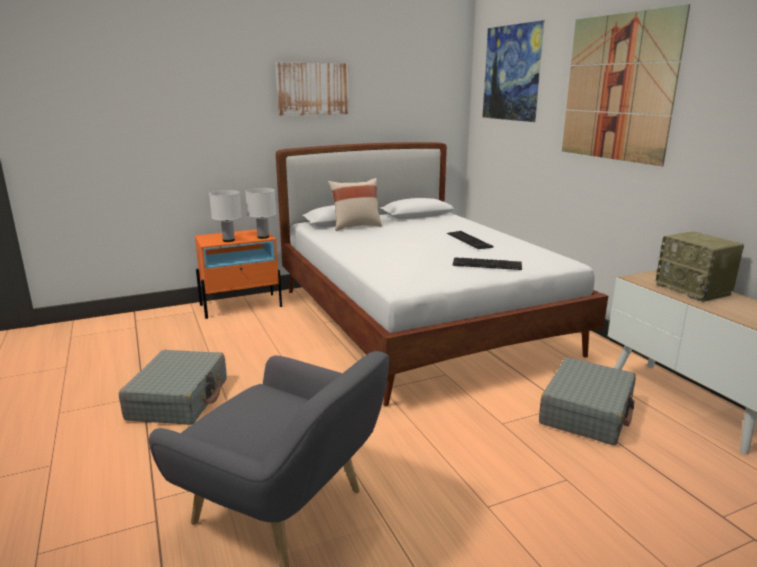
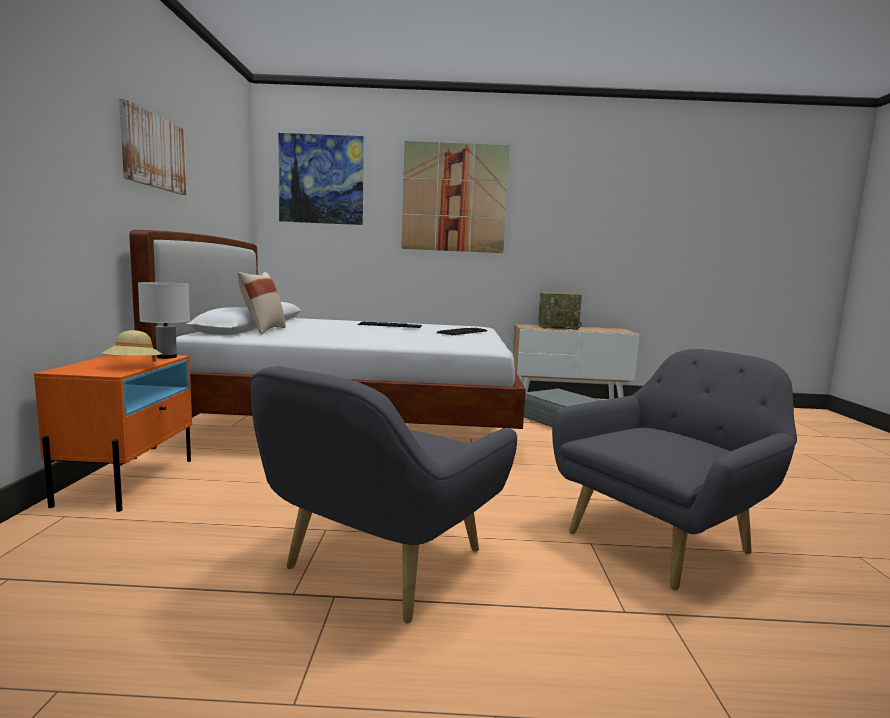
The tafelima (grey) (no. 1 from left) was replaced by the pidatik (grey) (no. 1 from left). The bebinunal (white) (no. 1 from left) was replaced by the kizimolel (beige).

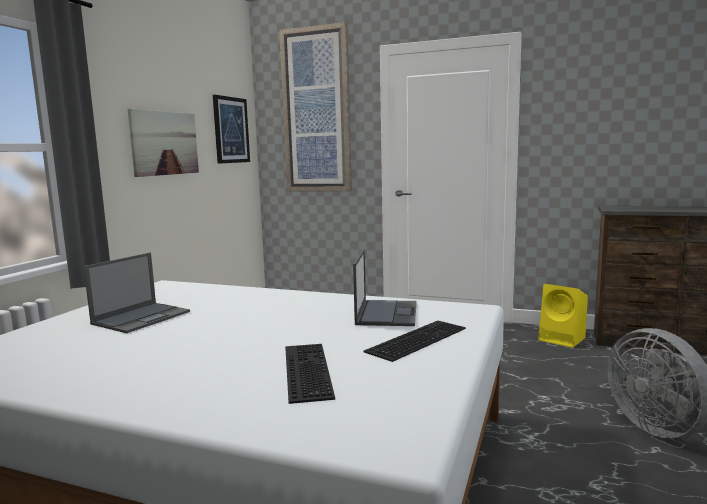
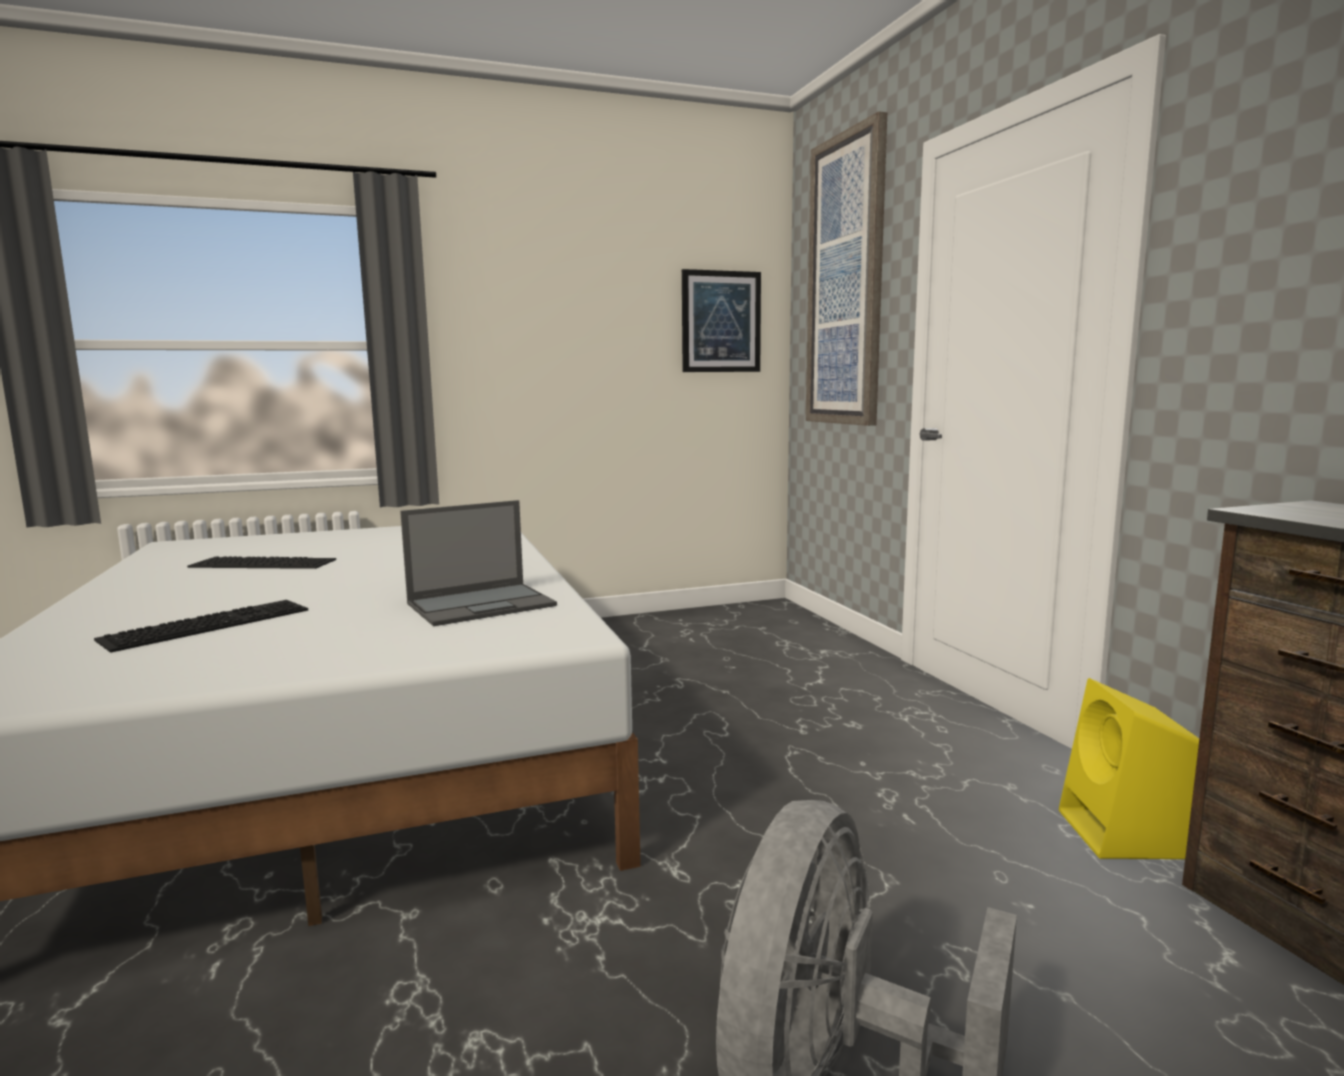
The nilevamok (no. 1 from left) disappeared. The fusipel (no. 1 from left) disappeared. The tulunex (no. 2 from left) moved.

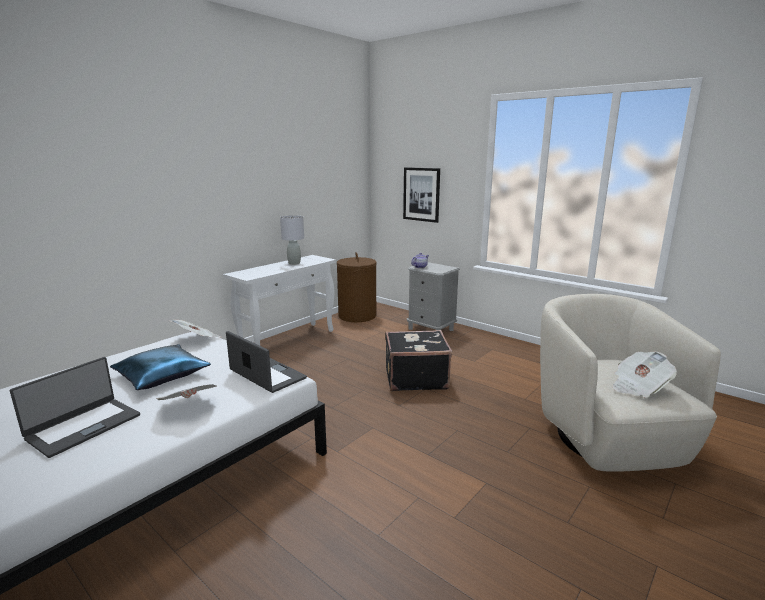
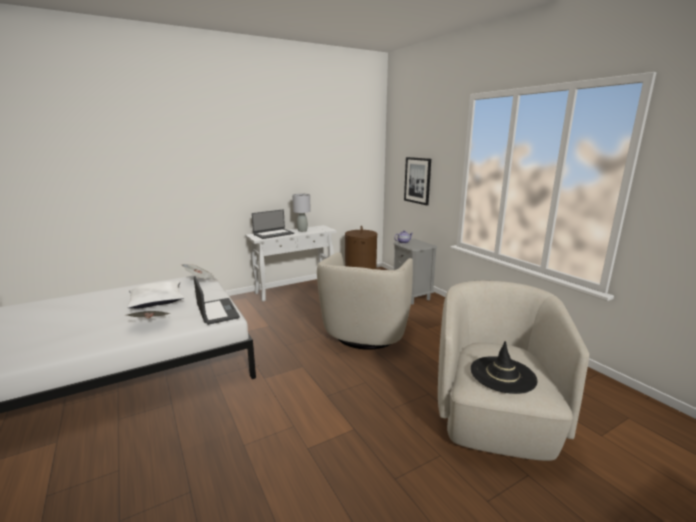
The nilevamok (no. 1 from left in the first image) moved. The tafelima (black) was replaced by the pidatik (beige) (no. 1 from left). The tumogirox (no. 3 from left) was replaced by the kizimolel (black). The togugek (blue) became the togugek (white).

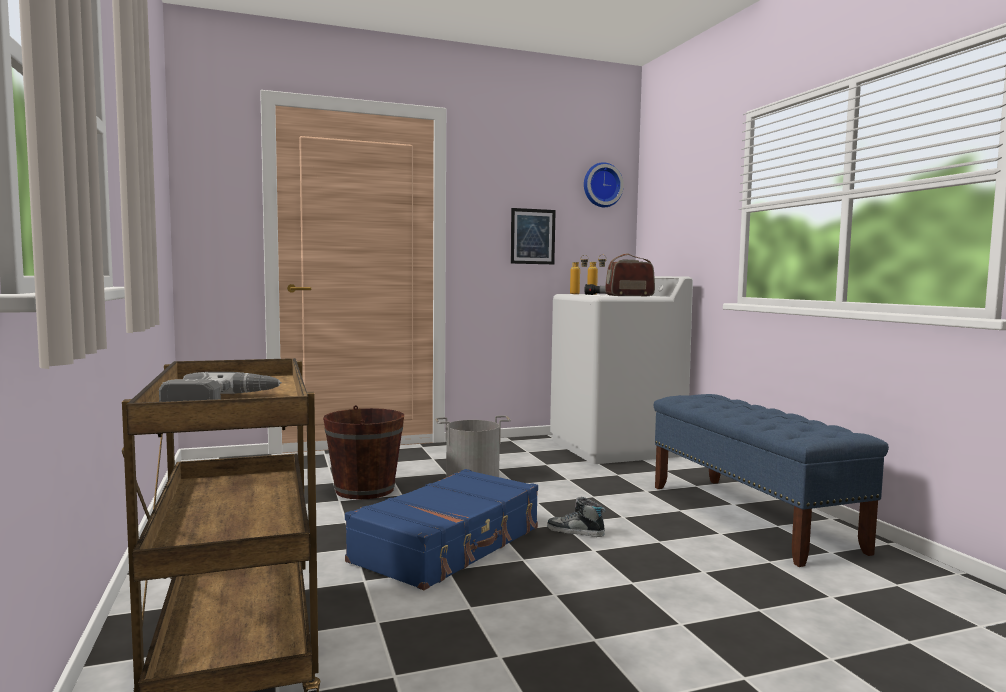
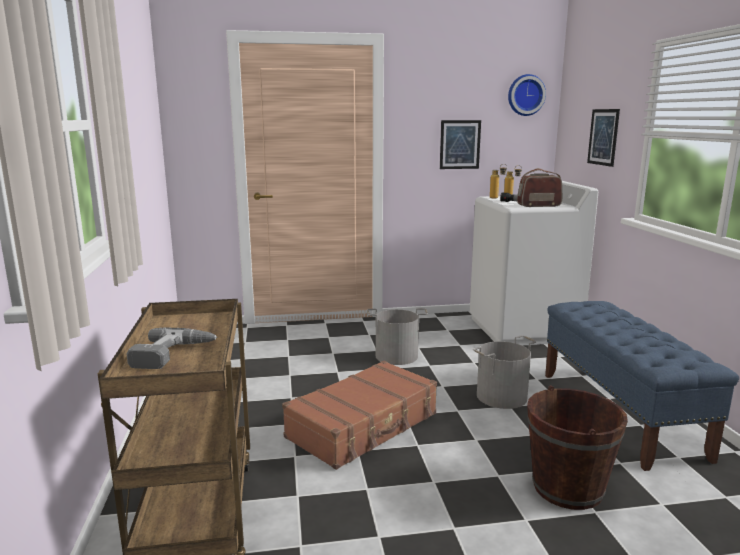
The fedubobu disappeared. The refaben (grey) (no. 2 from left) appeared. The fusipel (no. 2 from left) appeared. The refaben (brown) moved. The tafelima (blue) became the tafelima (brown).

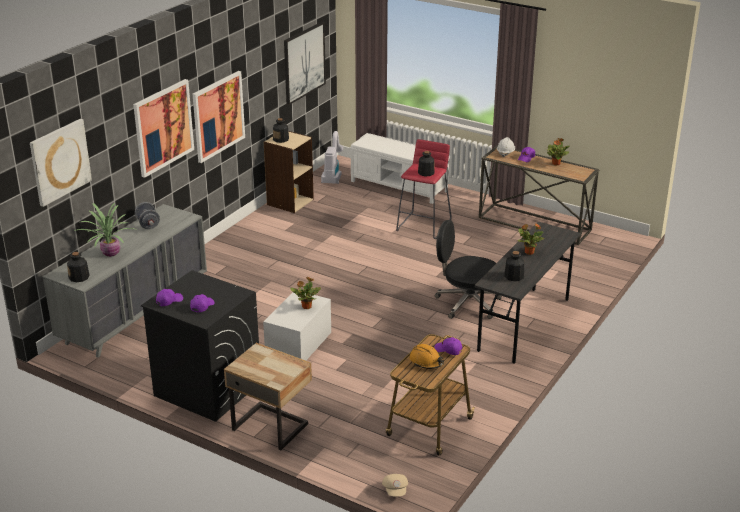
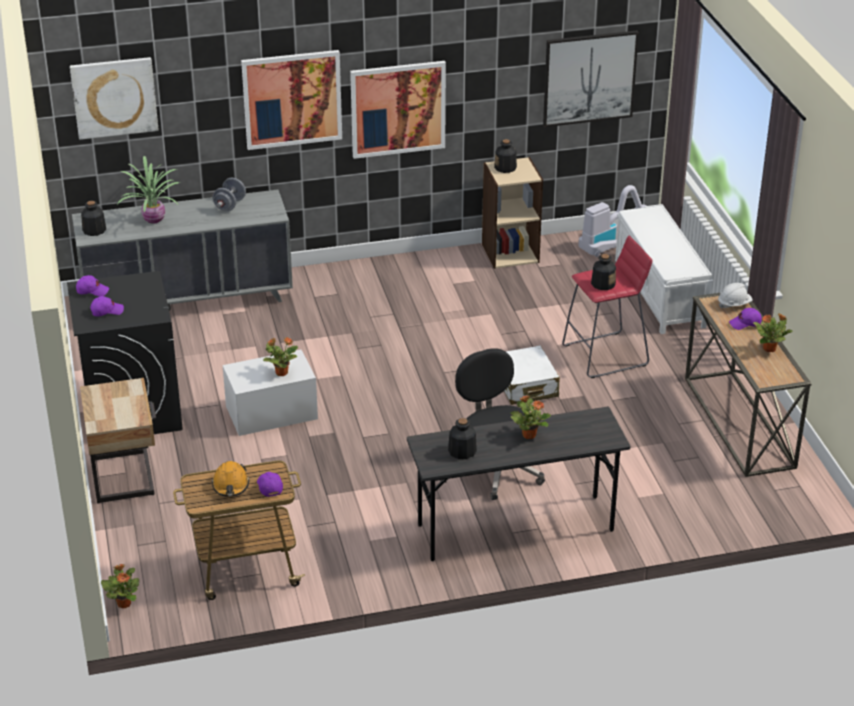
The tafelima (white) appeared. The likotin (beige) was replaced by the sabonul (no. 1 from left).

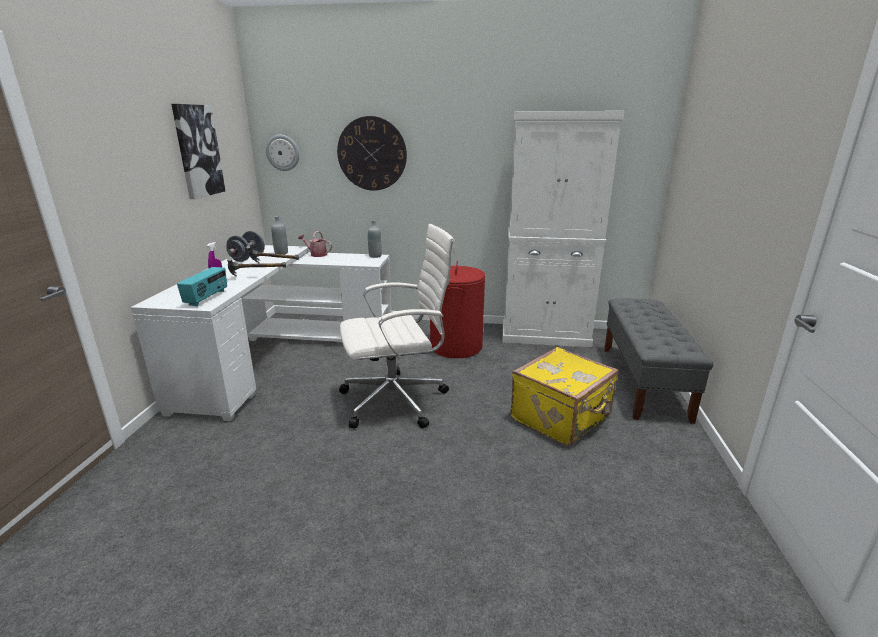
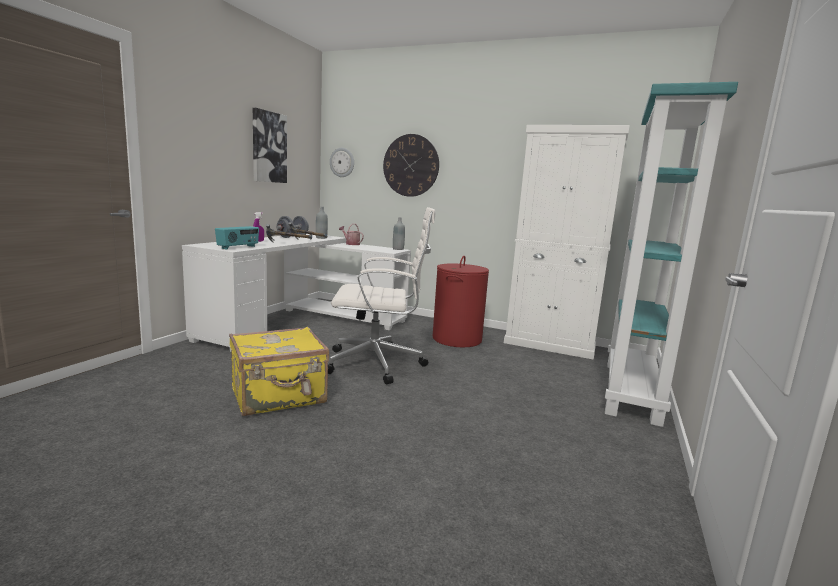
The tafelima (yellow) moved. The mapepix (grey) was replaced by the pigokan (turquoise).

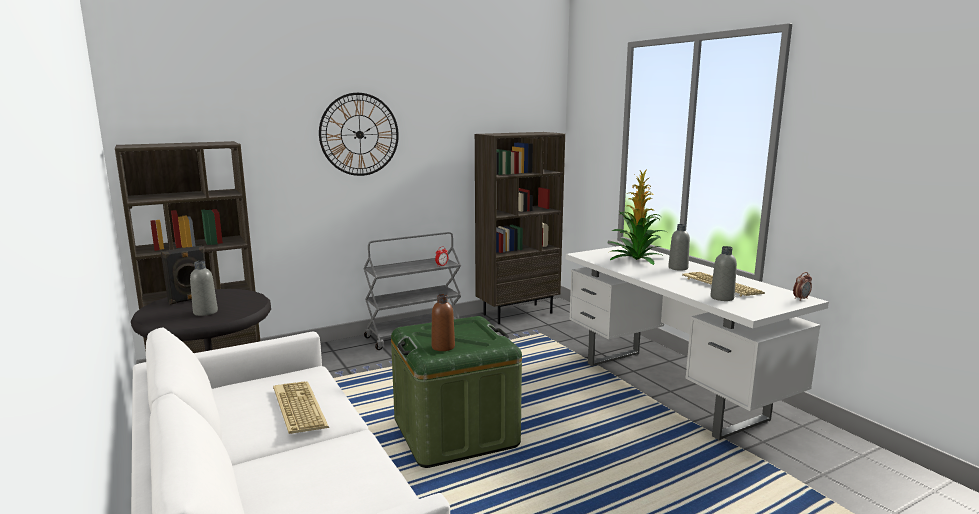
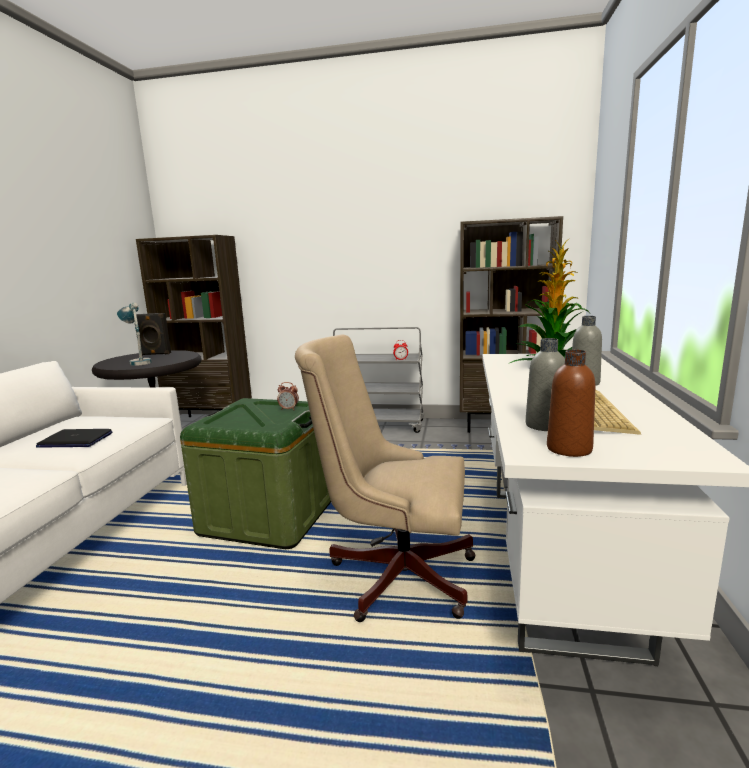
The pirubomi disappeared. The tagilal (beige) appeared. The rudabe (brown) moved. The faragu (no. 2 from left in the first image) moved. The rudabe (grey) (no. 1 from left) was replaced by the bebinunal. The tulunex (no. 1 from left) was replaced by the nilevamok.

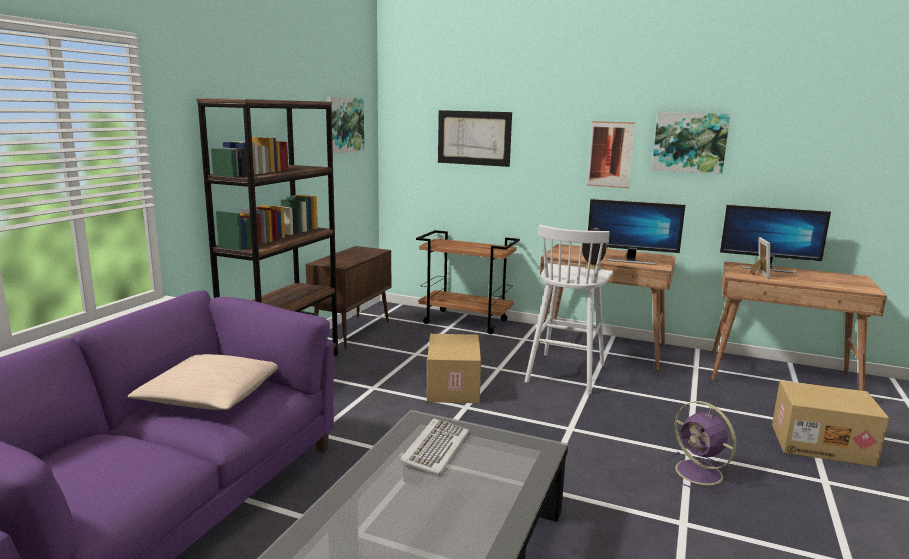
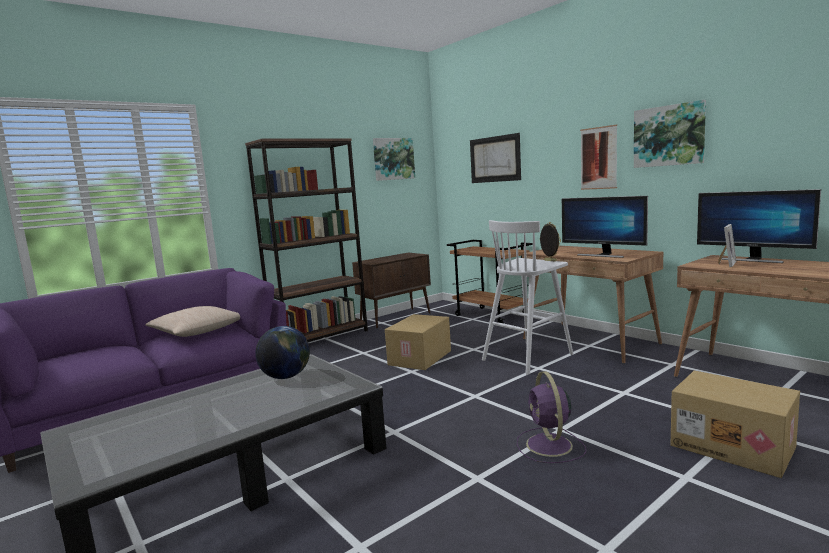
The tulunex was replaced by the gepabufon.

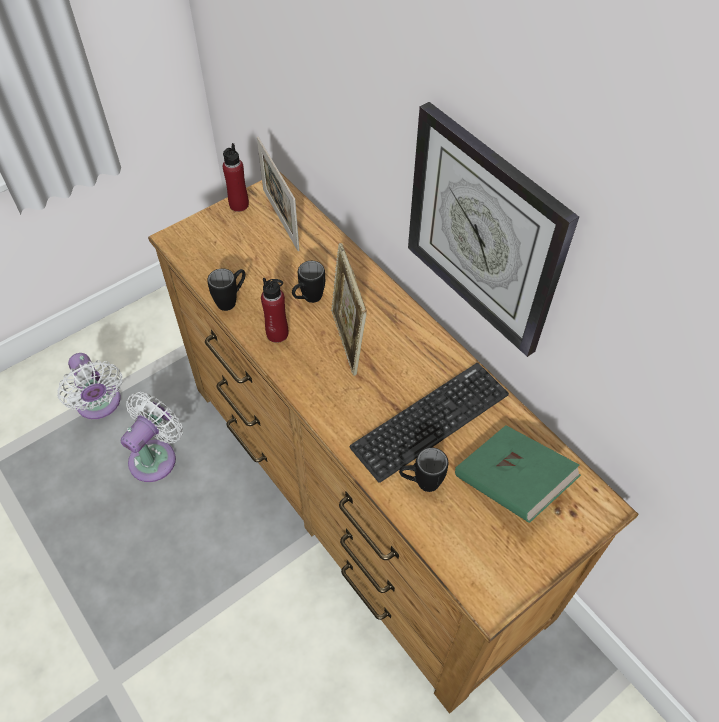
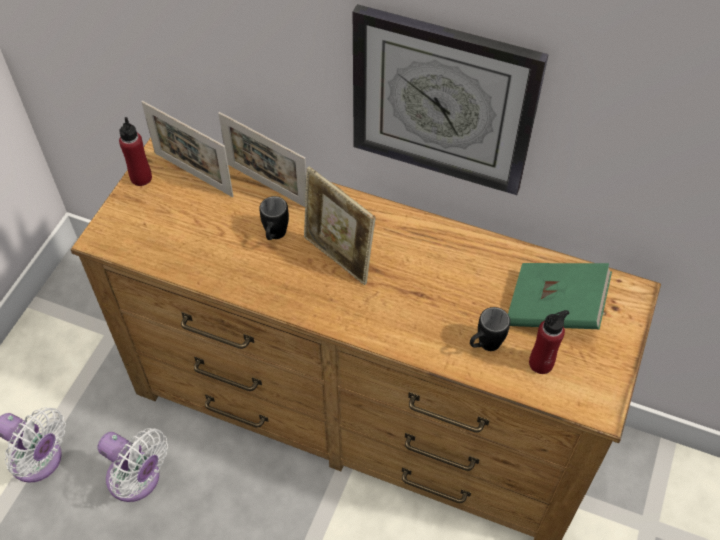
The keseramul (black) (no. 1 from left) disappeared. The tulunex disappeared. The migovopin (no. 2 from left) appeared. The rudabe (red) (no. 2 from left) moved. The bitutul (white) (no. 2 from left) turned 120 degrees clockwise.

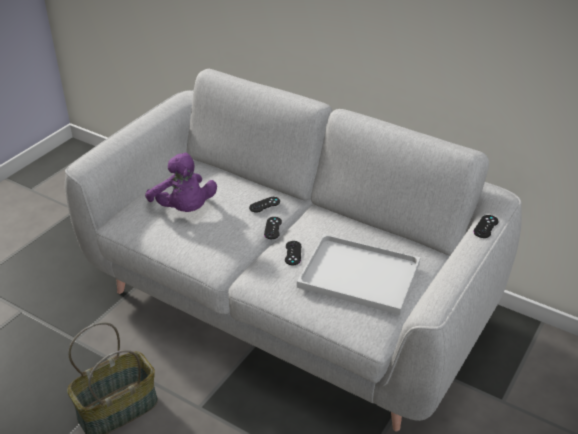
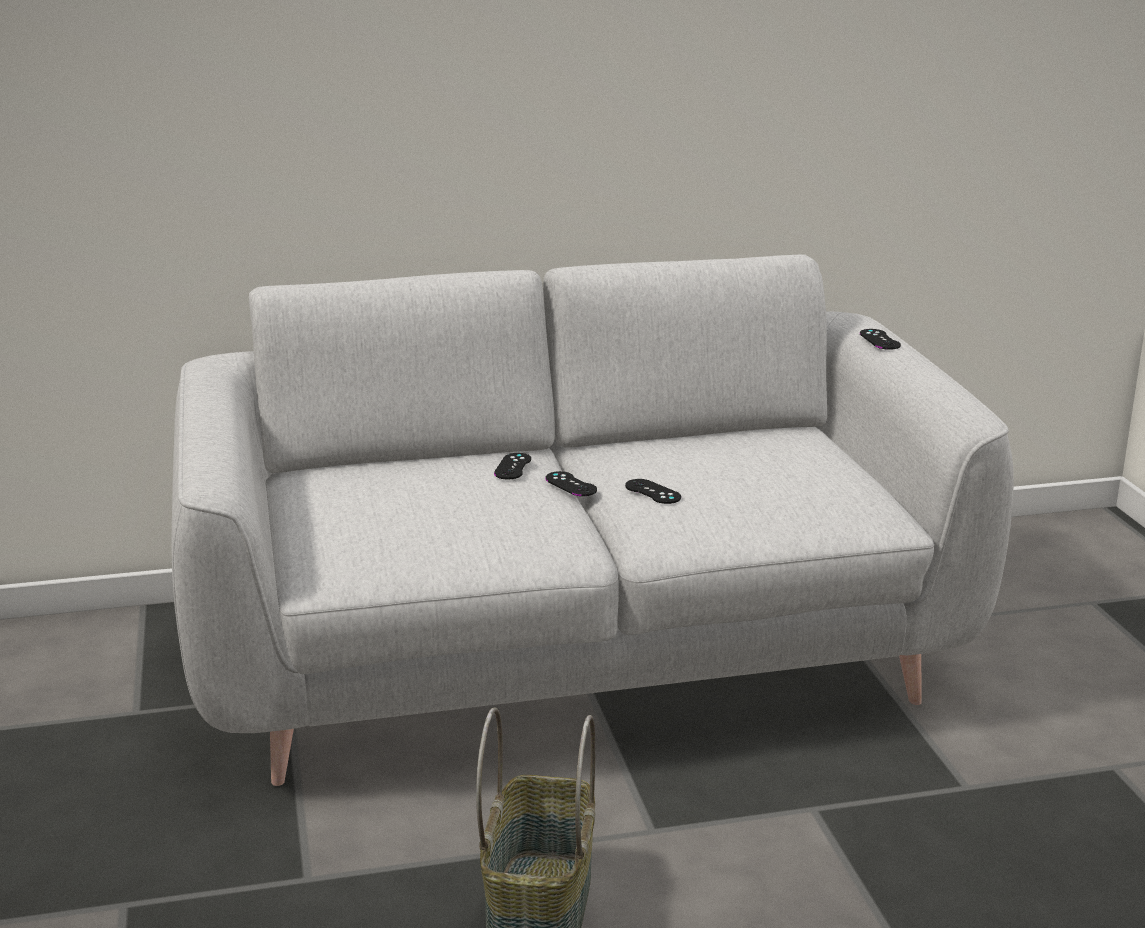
The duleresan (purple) disappeared. The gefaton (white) disappeared.

